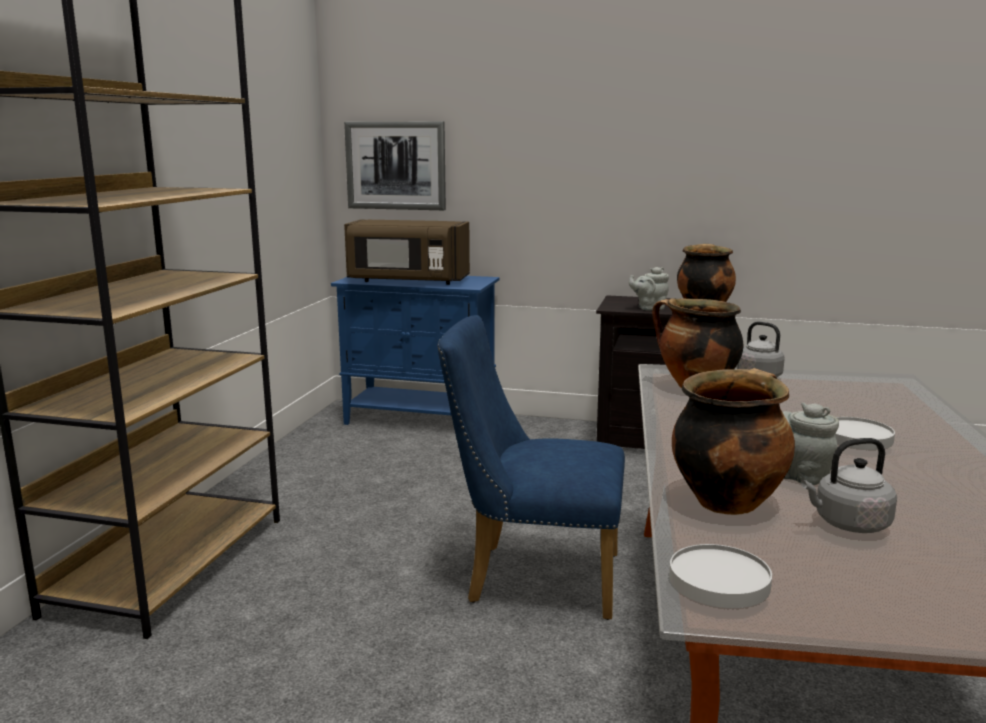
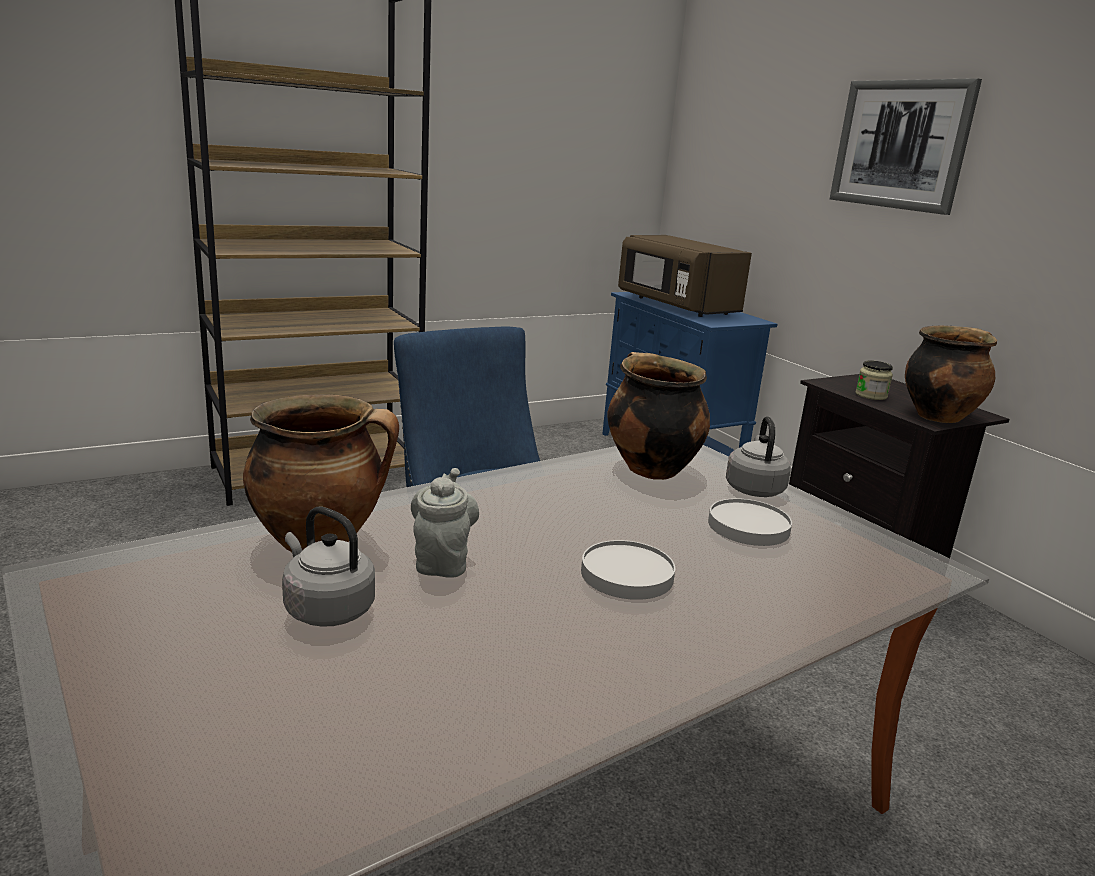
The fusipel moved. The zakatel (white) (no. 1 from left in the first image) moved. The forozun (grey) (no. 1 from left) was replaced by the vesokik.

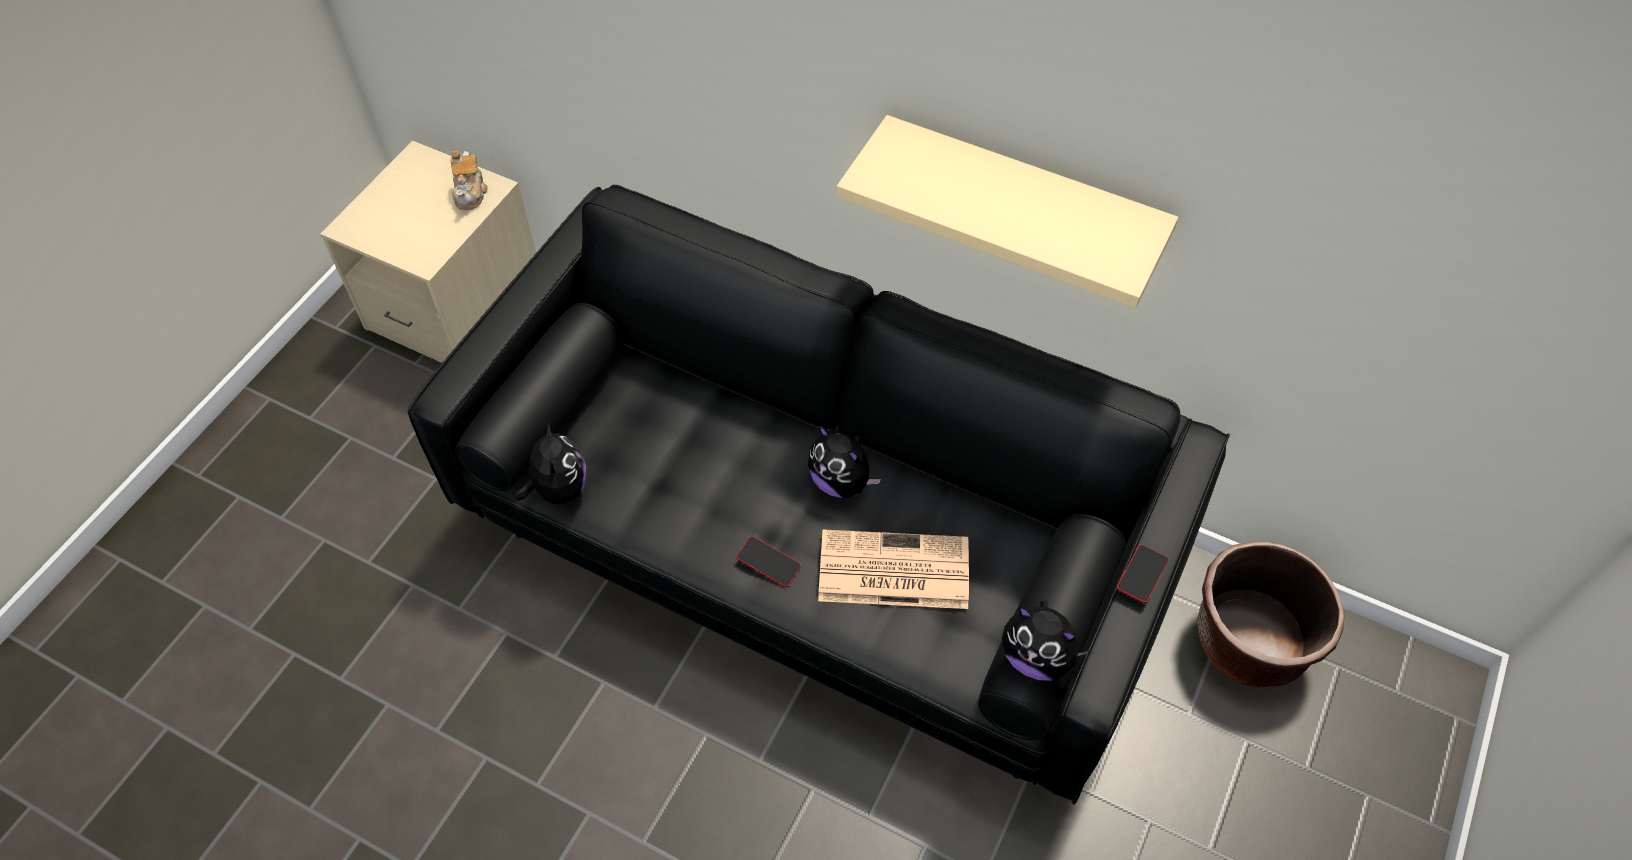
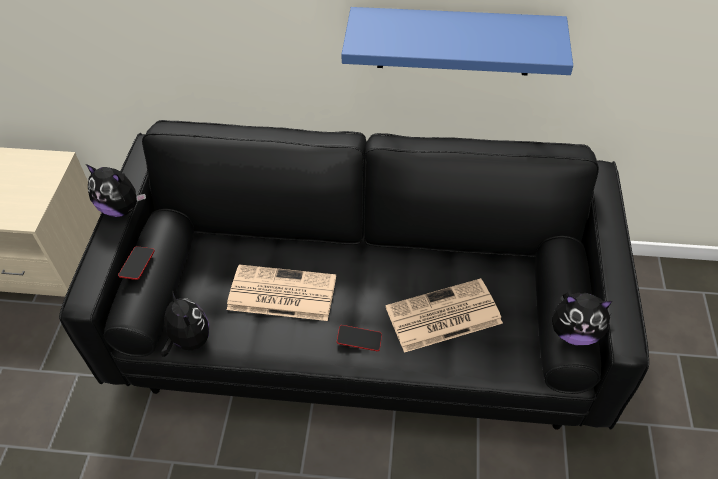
The forozun disappeared. The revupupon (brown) disappeared. The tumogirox (no. 1 from left) appeared. The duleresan (no. 2 from left in the first image) moved. The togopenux (no. 2 from left in the first image) moved. The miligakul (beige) became the miligakul (blue).

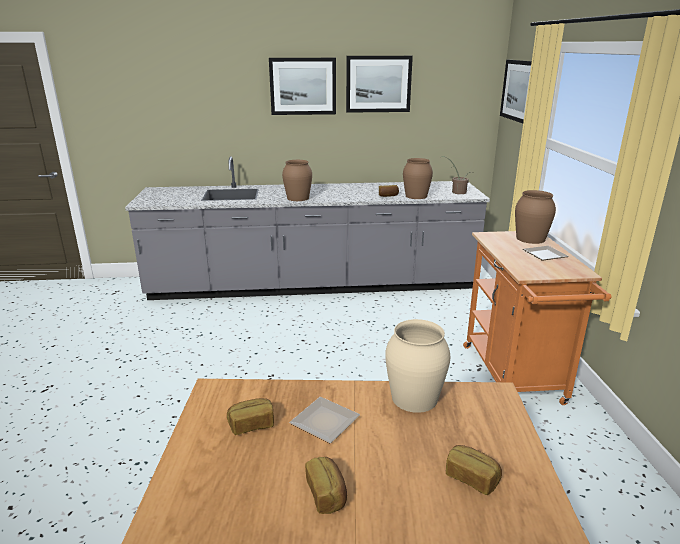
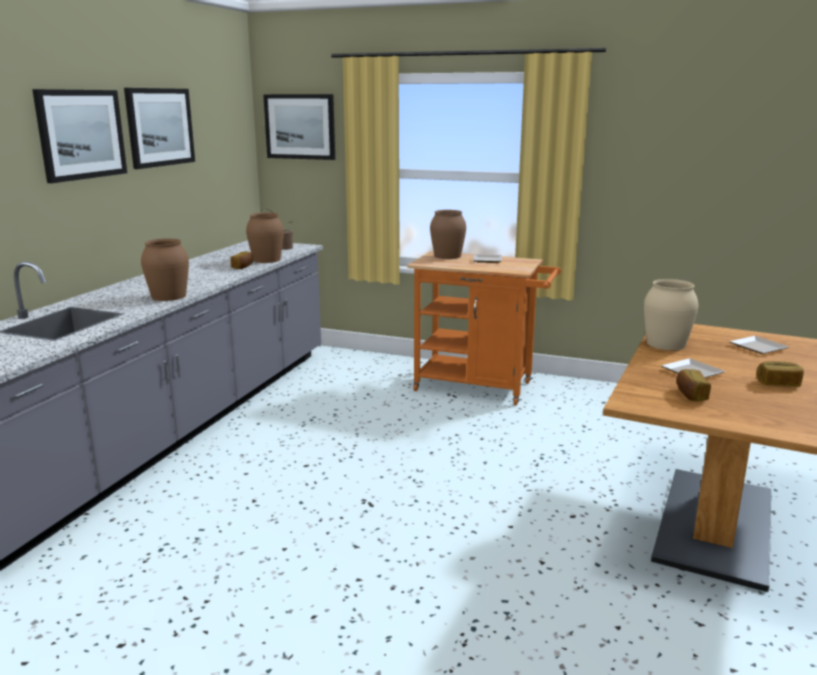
The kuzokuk (no. 4 from left) was replaced by the zakatel (no. 3 from left).

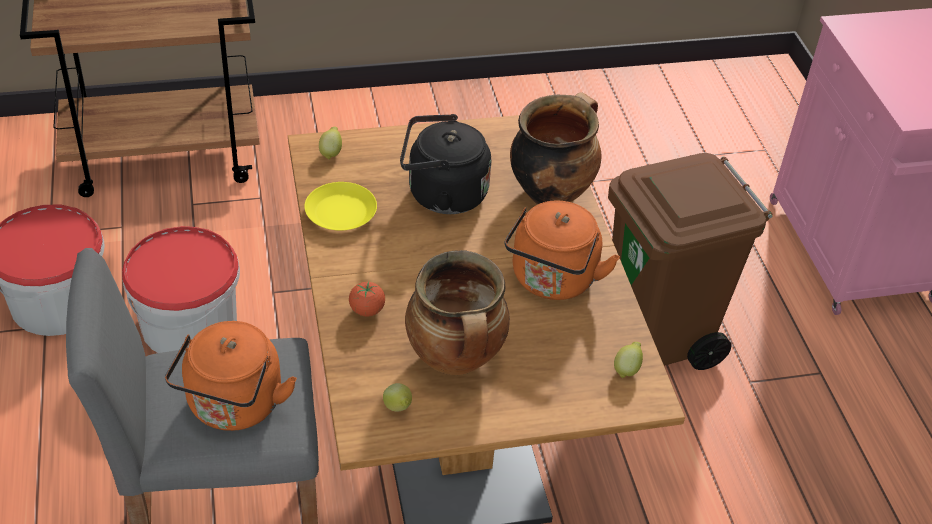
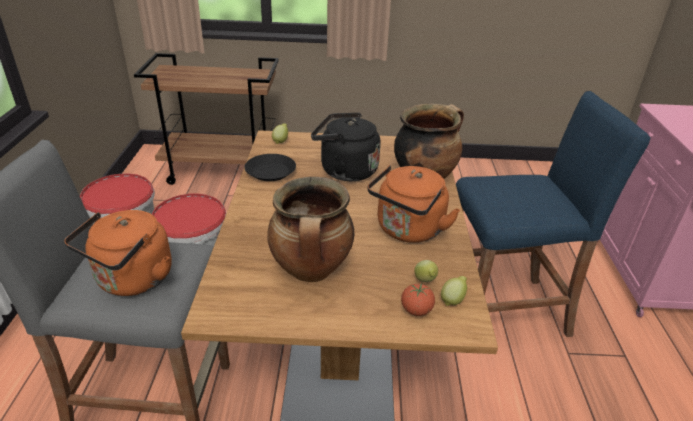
The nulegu moved. The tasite (no. 2 from left) moved. The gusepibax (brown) was replaced by the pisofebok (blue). The zakatel (yellow) became the zakatel (black).

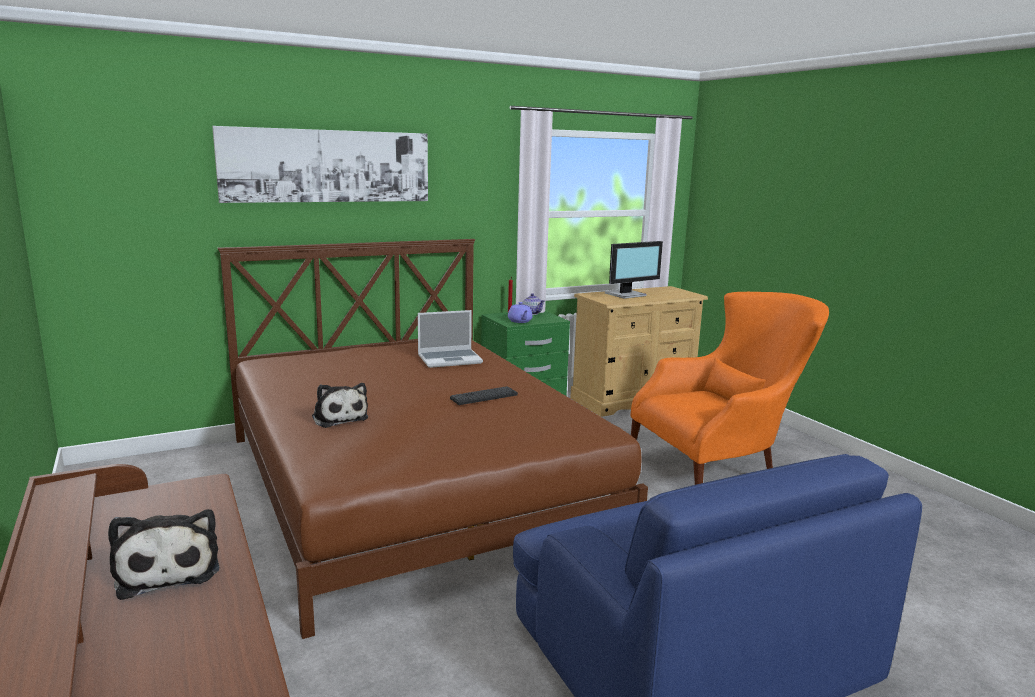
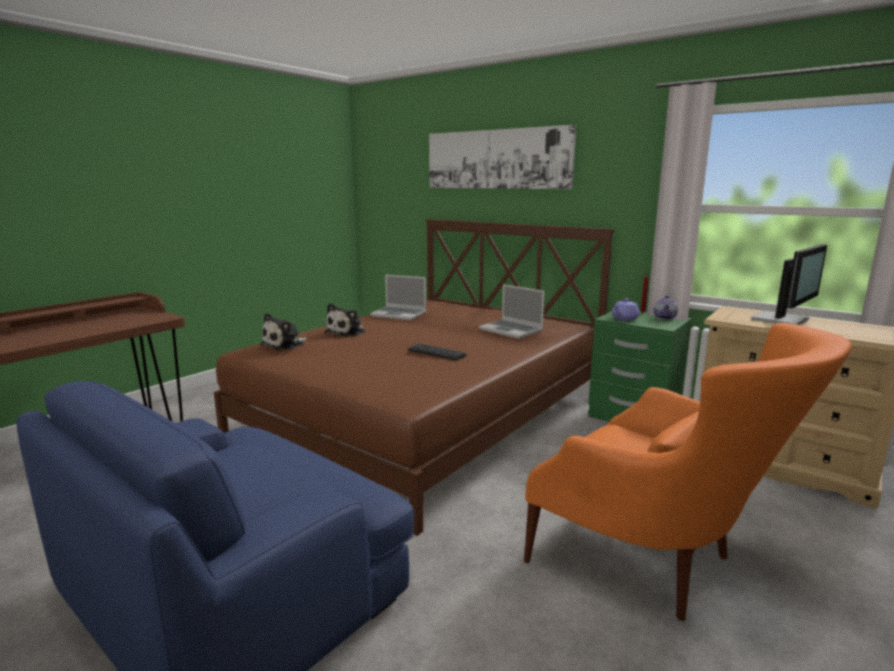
The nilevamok (no. 1 from left) appeared. The duleresan (no. 1 from left) moved. The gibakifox turned 75 degrees counterclockwise.

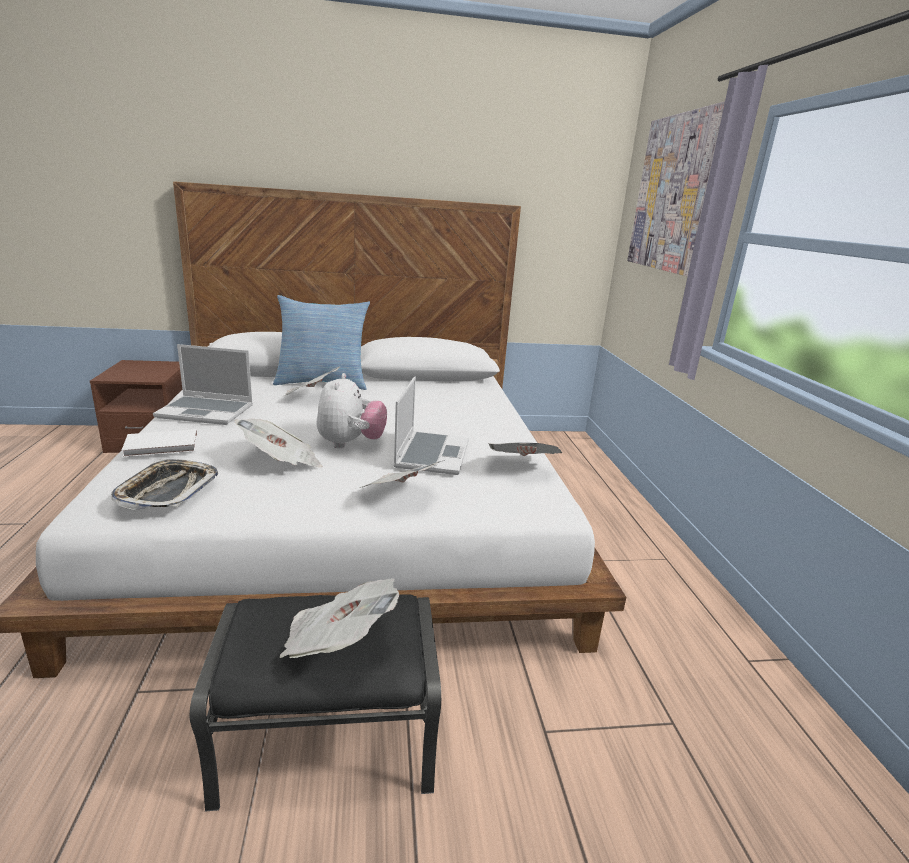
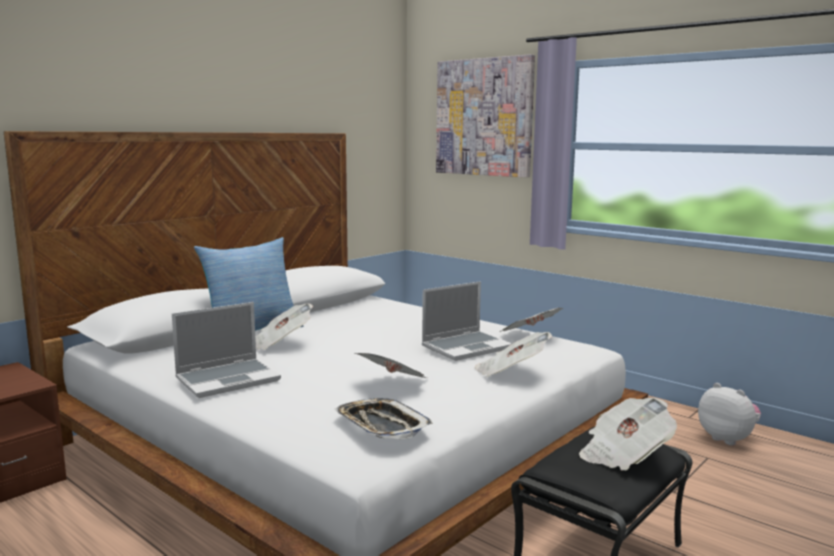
The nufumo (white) disappeared. The duleresan moved. The nilevamok (no. 2 from left) turned 90 degrees clockwise.

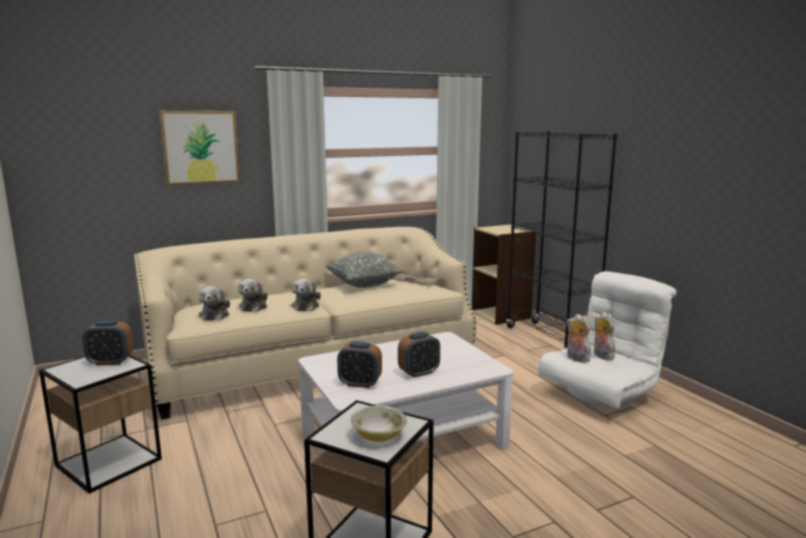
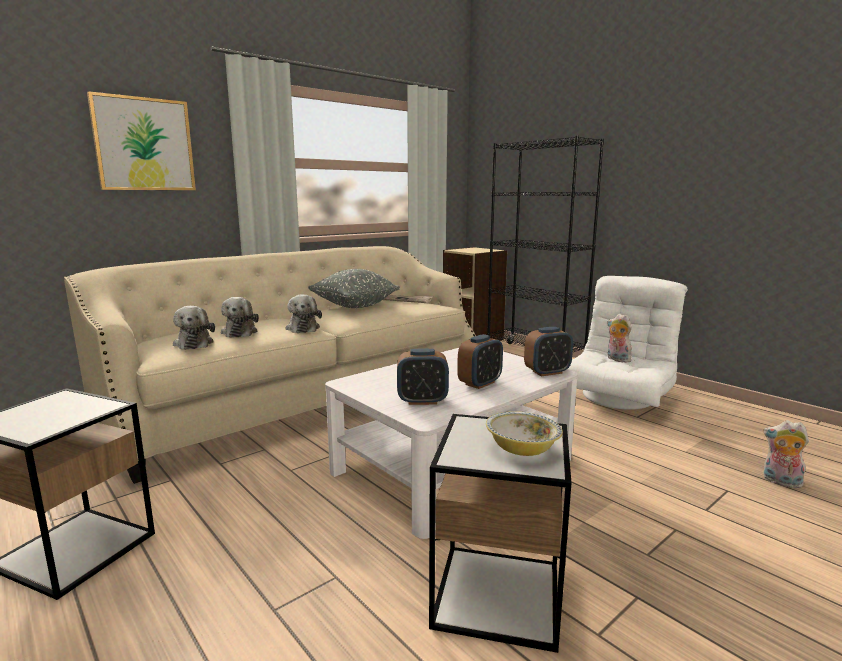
The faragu (no. 1 from left in the first image) moved. The duleresan (no. 4 from left in the first image) moved.

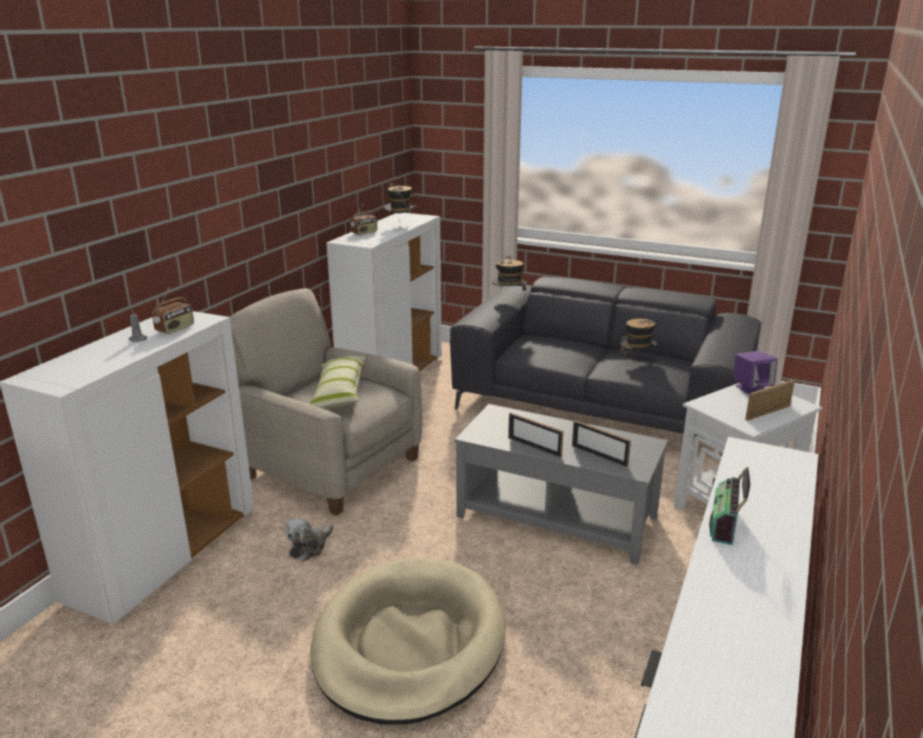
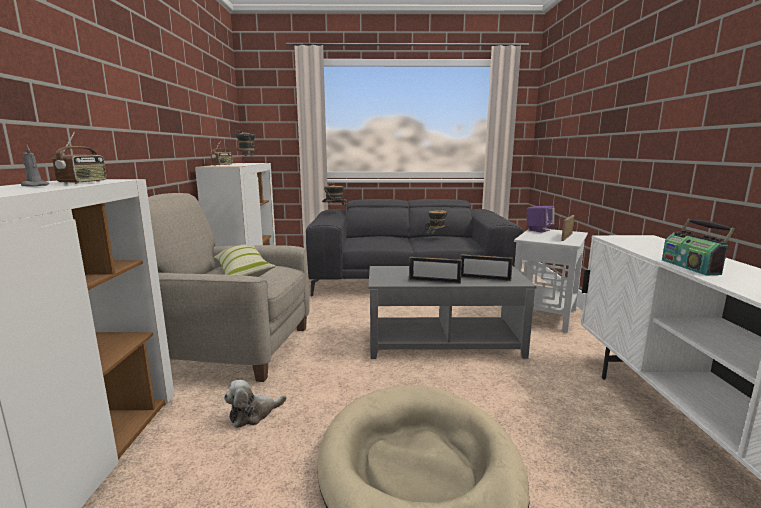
The duleresan turned 45 degrees clockwise.

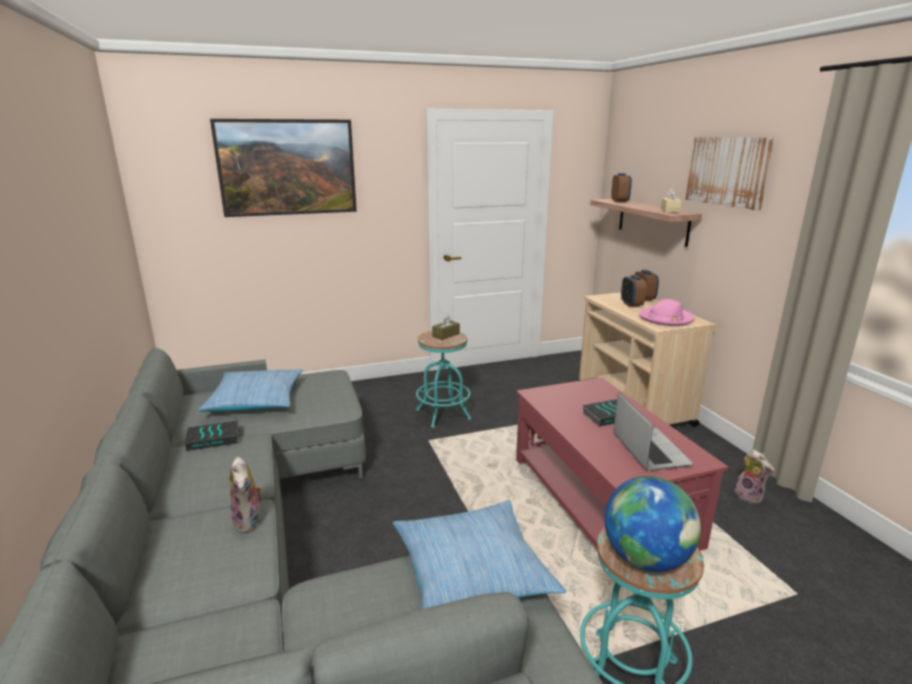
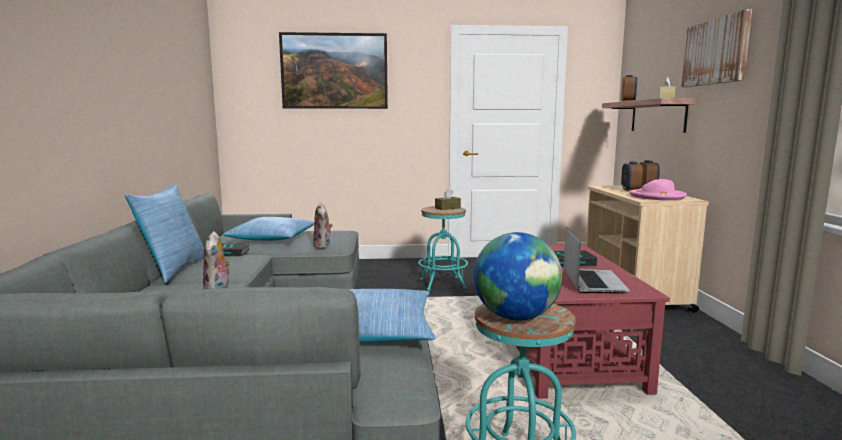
The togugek (no. 1 from left) appeared. The duleresan (no. 2 from left) moved.

